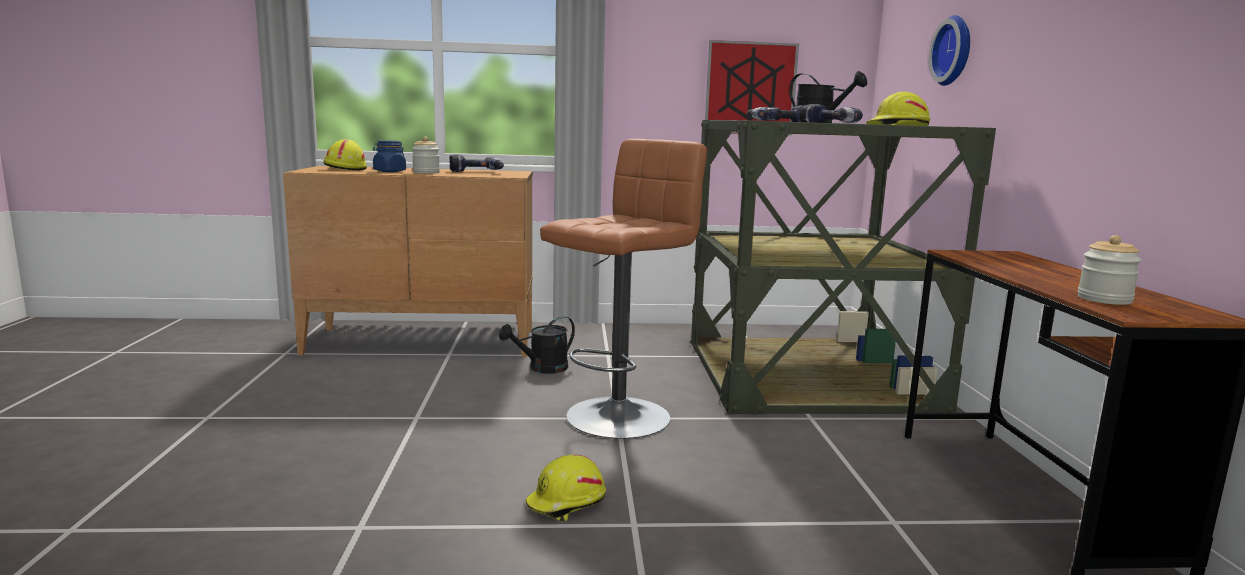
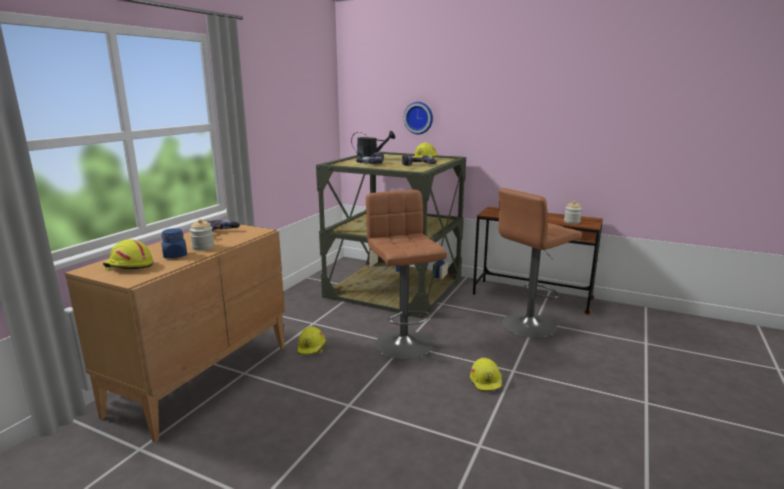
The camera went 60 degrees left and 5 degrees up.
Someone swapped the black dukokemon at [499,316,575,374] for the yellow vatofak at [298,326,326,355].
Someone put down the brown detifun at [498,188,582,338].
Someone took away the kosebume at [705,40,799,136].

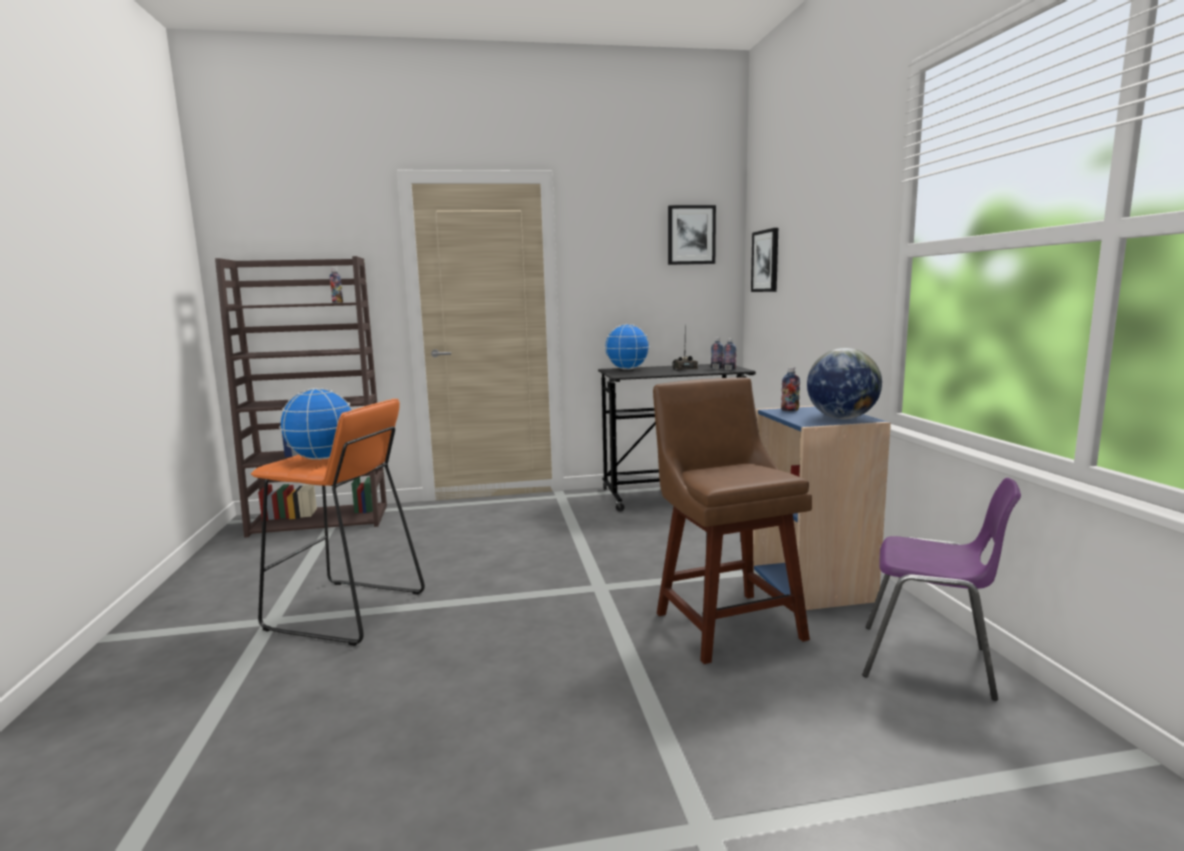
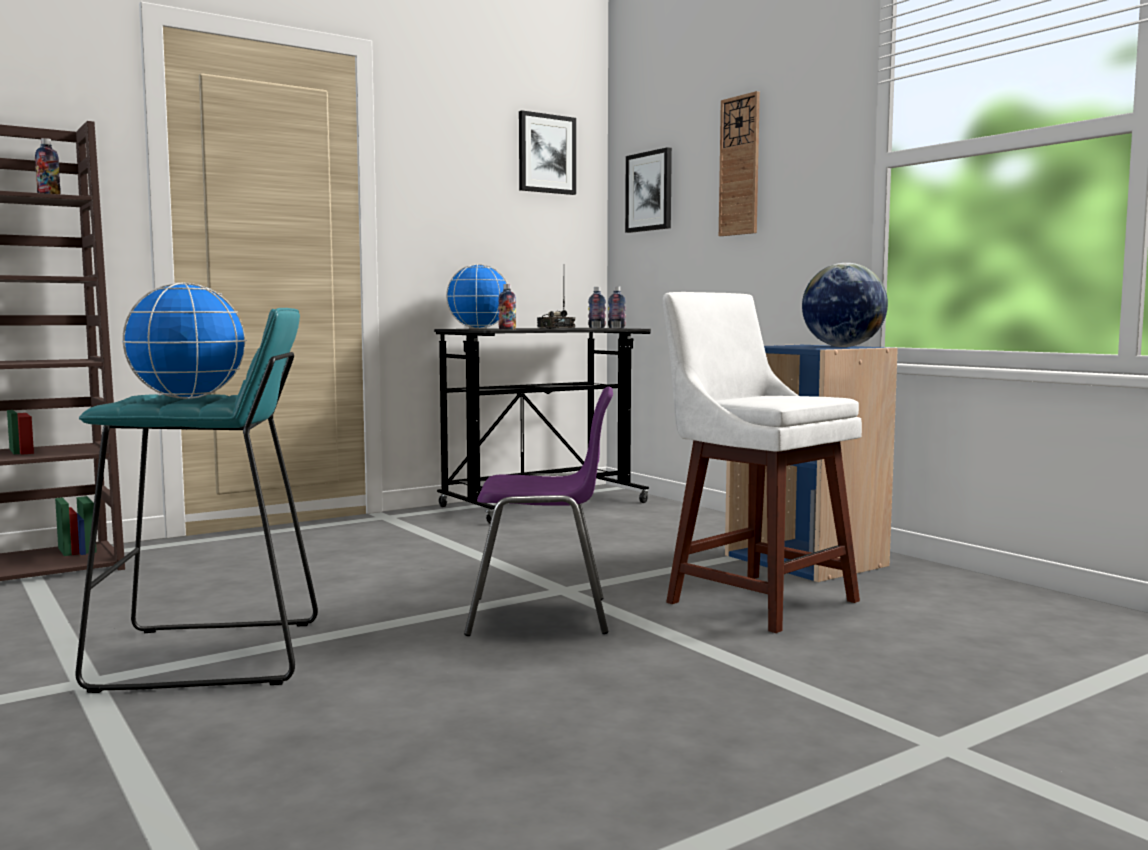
The camera went 25 degrees left and 5 degrees down.
Someone repainted the orange detifun at [251,399,425,646], which became the turquoise detifun at [75,308,318,693].
Someone carried the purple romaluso from [862,478,1021,701] to [464,386,613,636].
Someone carried the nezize from [781,367,800,411] to [498,284,516,330].
Someone repainted the brown romaluso at [653,378,812,664], which became the white romaluso at [663,292,862,633].
Someone put up the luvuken at [719,91,760,236].

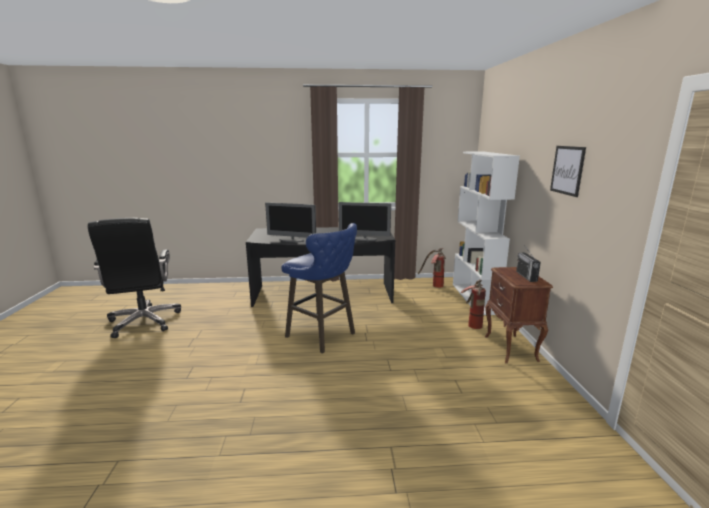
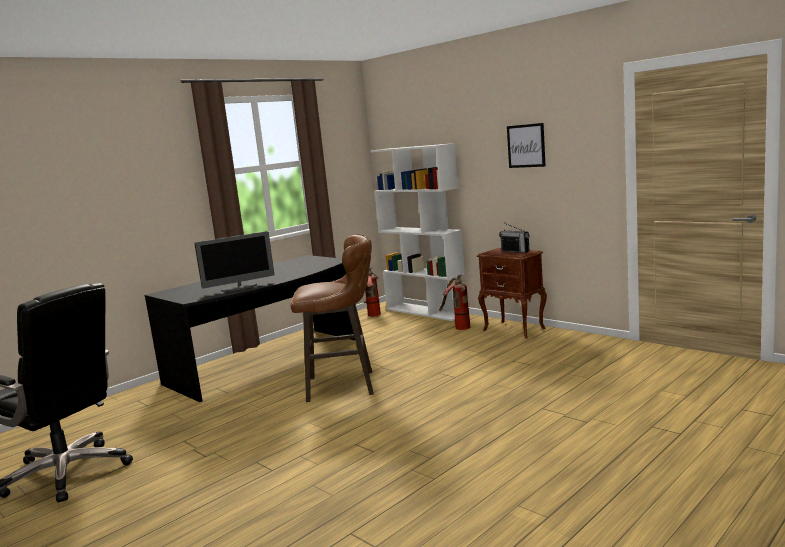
The camera went 40 degrees left and 5 degrees down.
Someone repainted the blue detifun at [281,223,357,354], which became the brown detifun at [291,234,374,402].
Someone took away the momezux at [339,202,391,241].

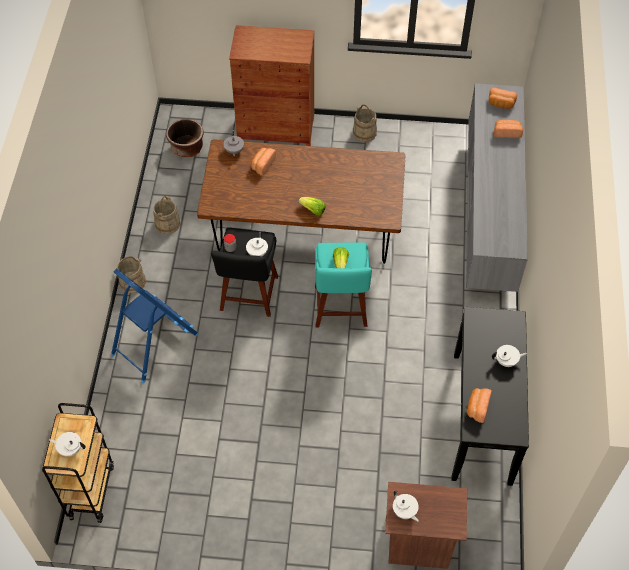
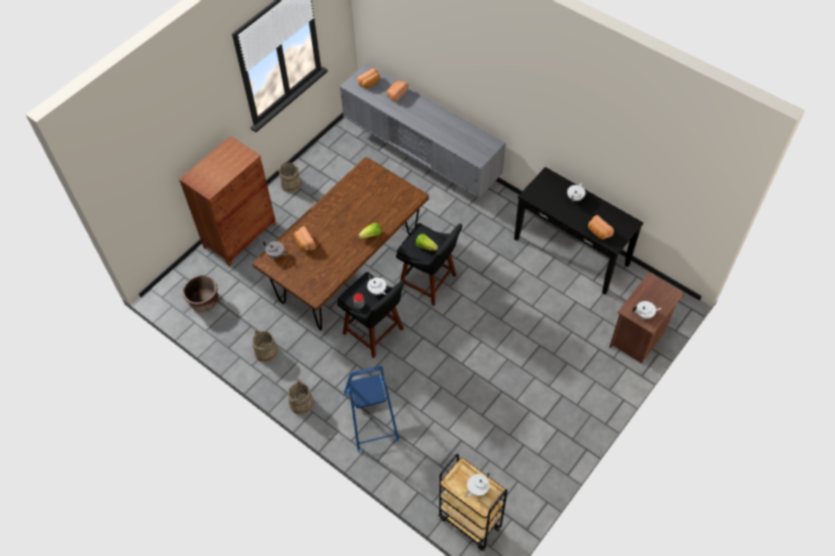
The camera went 55 degrees left and 0 degrees up.
Someone repainted the turquoise detifun at [315,242,372,327], which became the black detifun at [396,223,462,306].

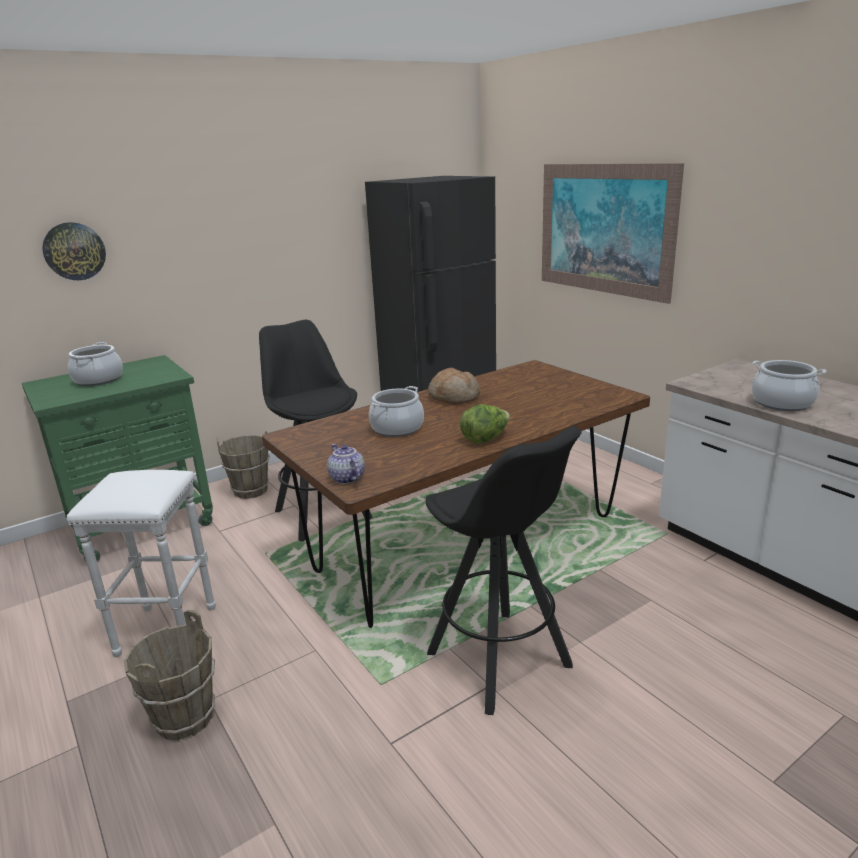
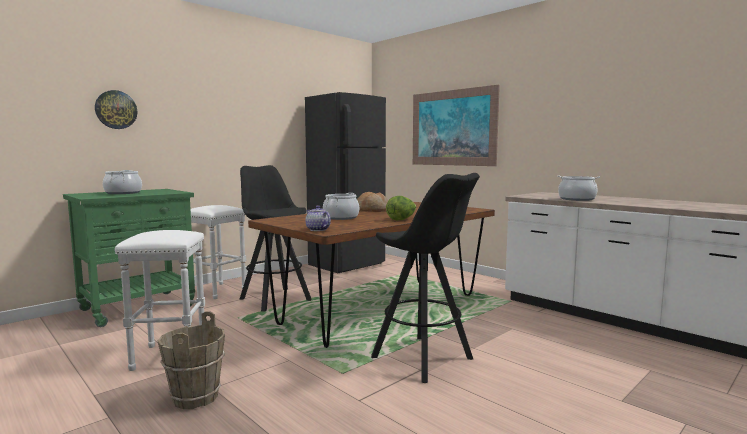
The camera went 10 degrees left and 15 degrees down.
Someone swapped the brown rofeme at [216,431,270,499] for the white detifun at [191,205,246,299].

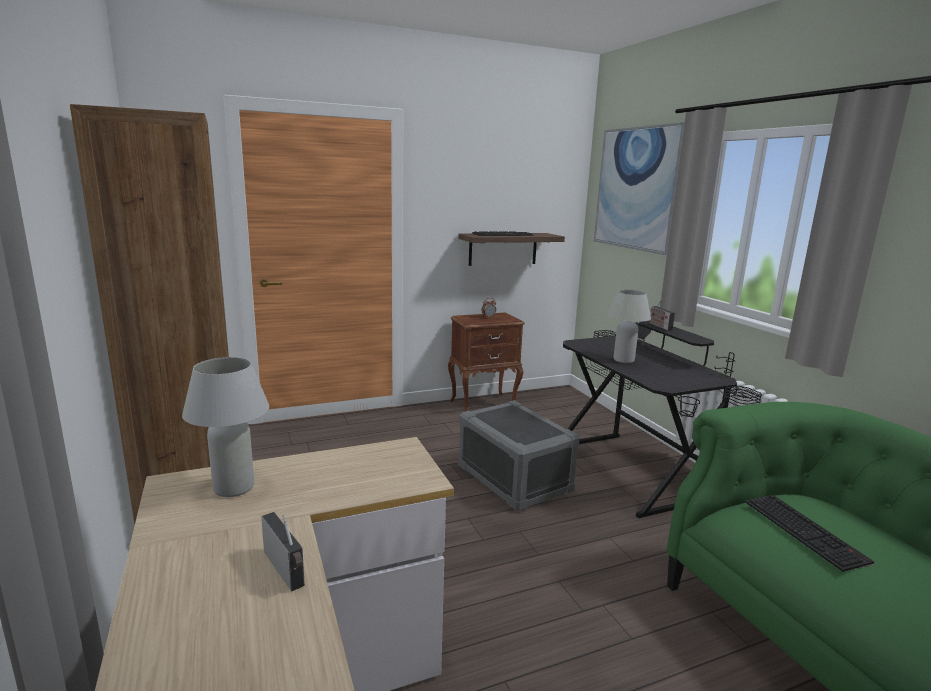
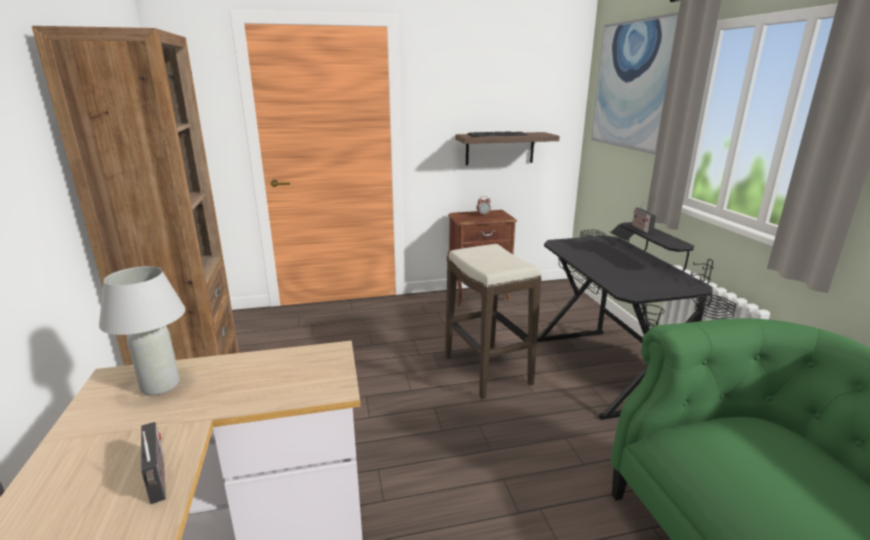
The camera went 10 degrees right and 5 degrees up.
Someone swapped the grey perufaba at [458,400,580,512] for the detifun at [445,244,541,399].
Someone took away the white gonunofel at [607,290,651,363].
Someone took away the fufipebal at [745,495,874,572].

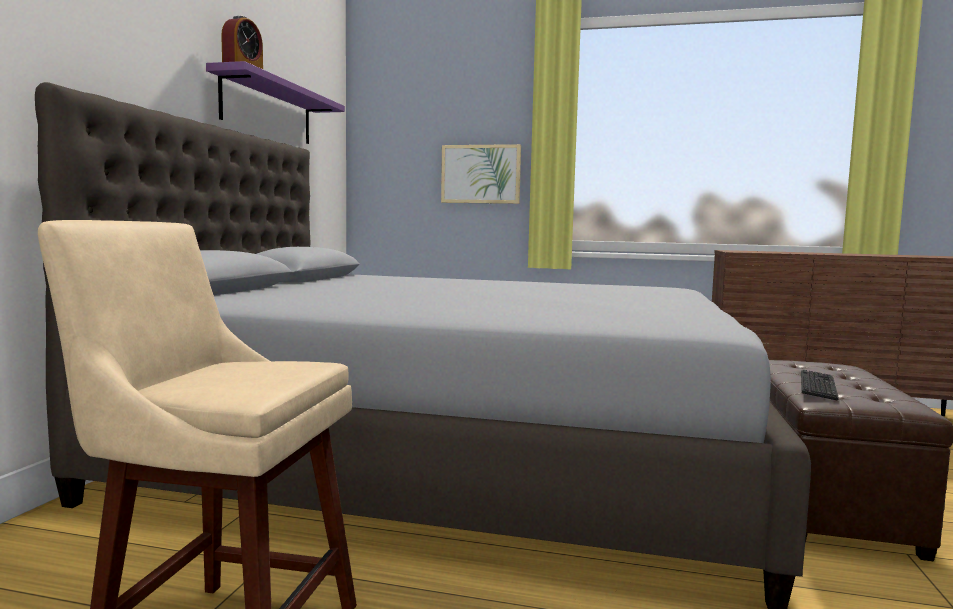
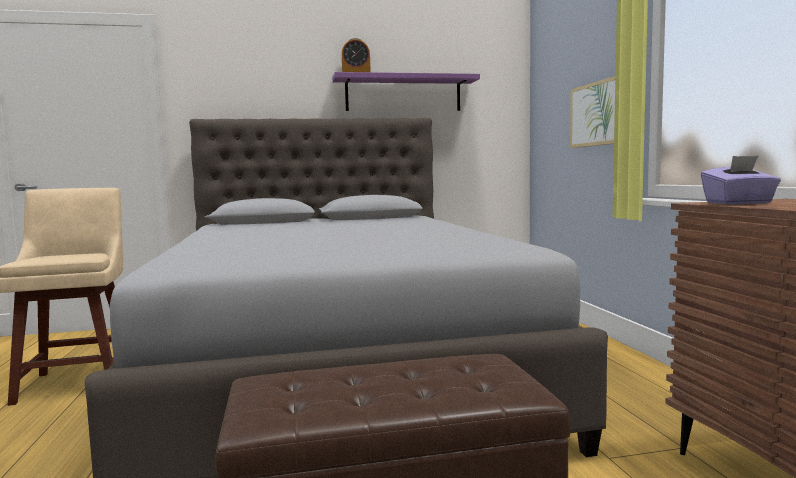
The camera went 65 degrees right and 0 degrees up.
Someone put down the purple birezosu at [701,155,781,205].
Someone took away the fufipebal at [801,370,839,400].

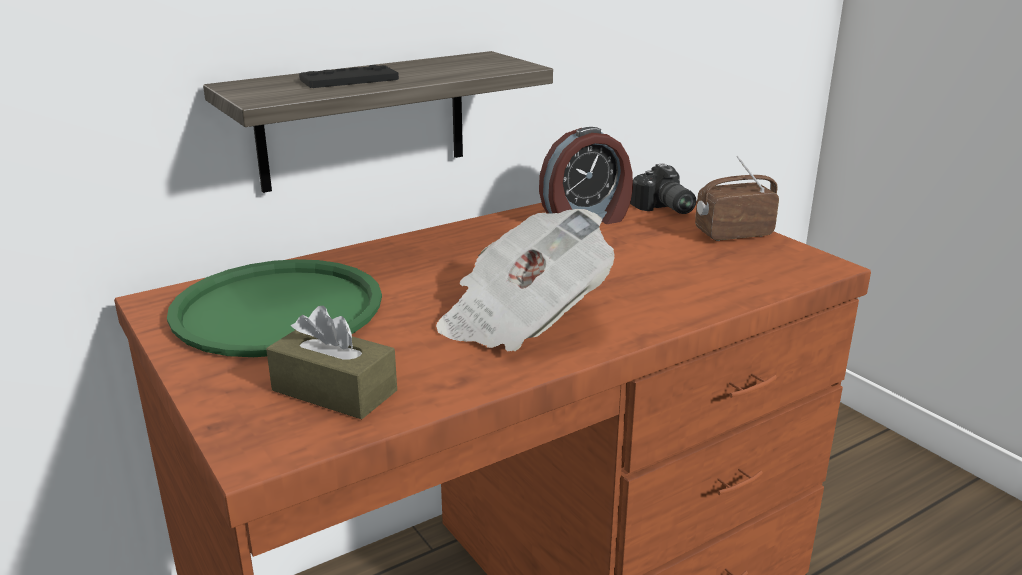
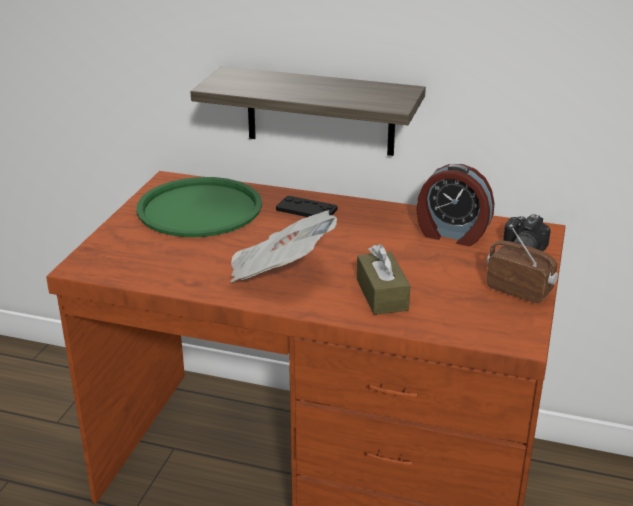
The camera went 50 degrees right and 5 degrees up.
Someone carried the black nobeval from [299,65,399,88] to [276,196,338,217].
Someone carried the brown birezosu from [266,306,397,419] to [357,244,410,315].

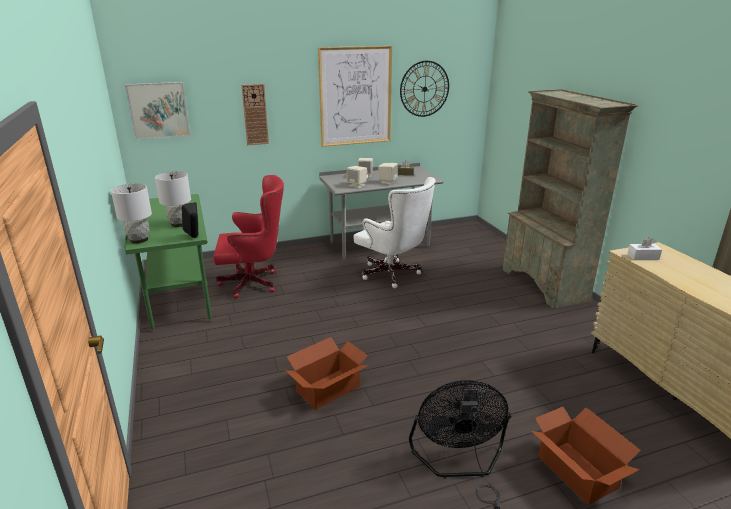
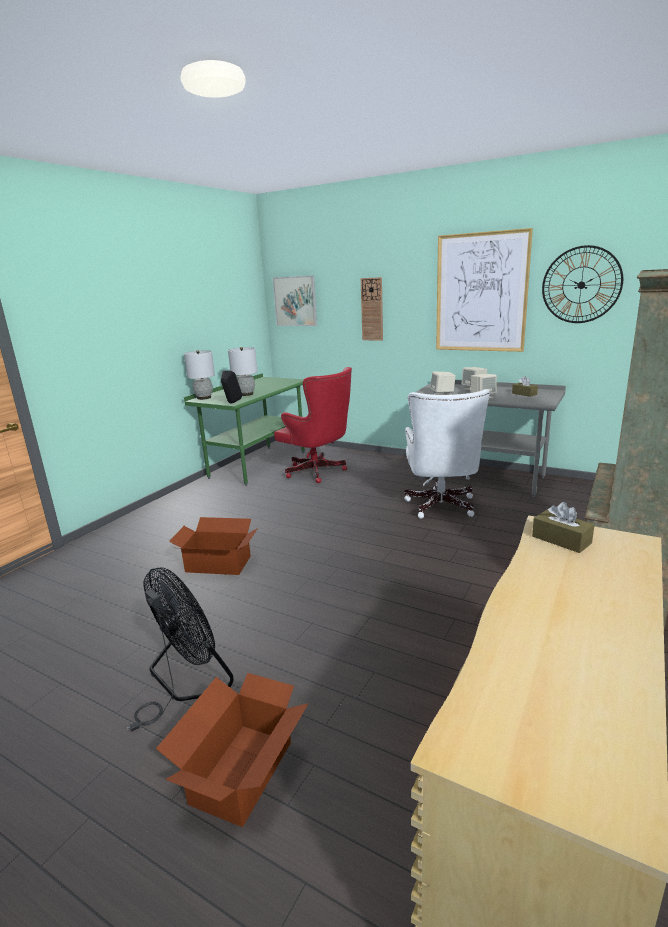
The camera went 50 degrees right and 5 degrees down.
Someone repainted the white birezosu at [627,237,662,260], which became the brown birezosu at [532,502,594,553].

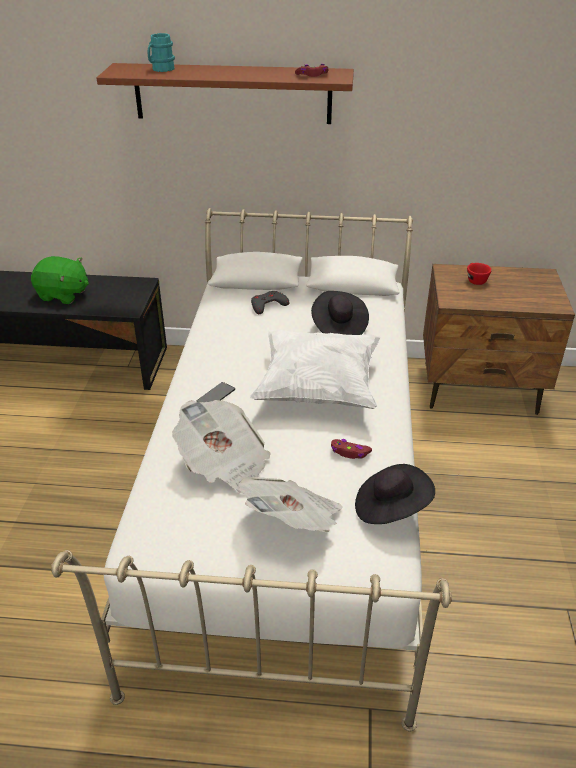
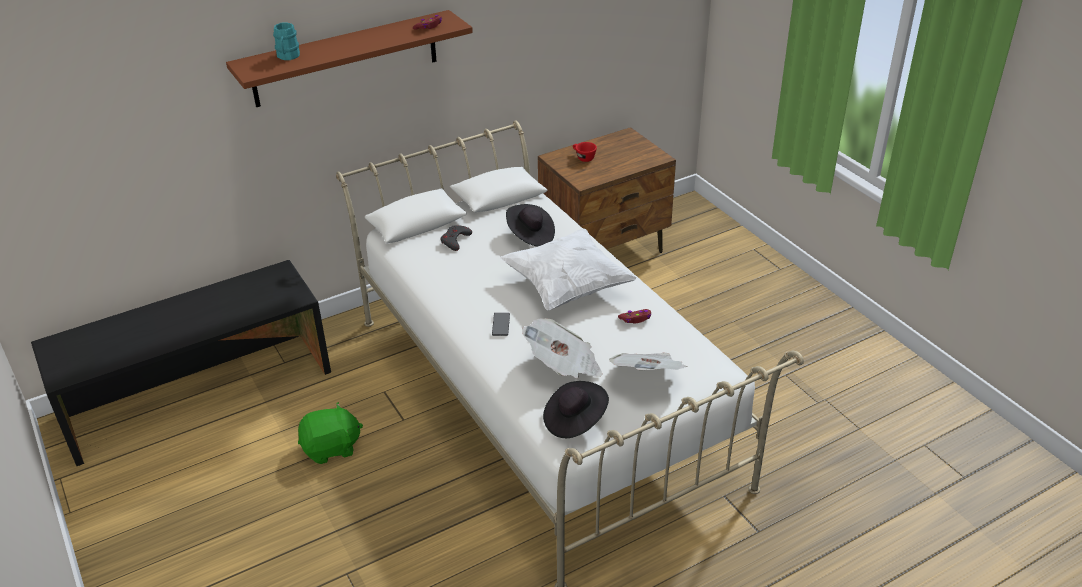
The camera went 35 degrees left and 0 degrees up.
Someone carried the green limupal from [31,256,89,304] to [298,402,363,464].
Someone carried the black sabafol from [355,464,435,524] to [543,381,609,438].

